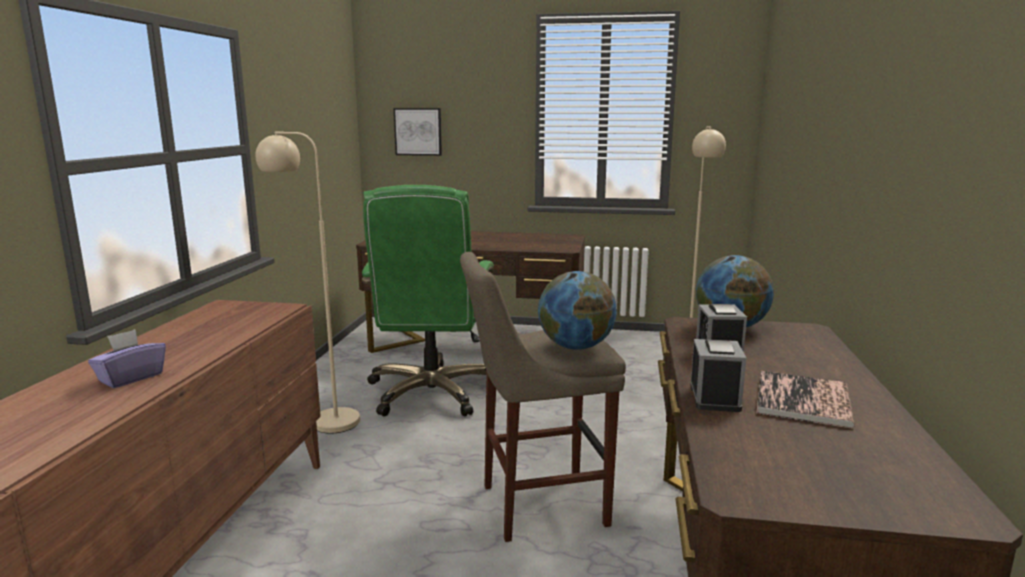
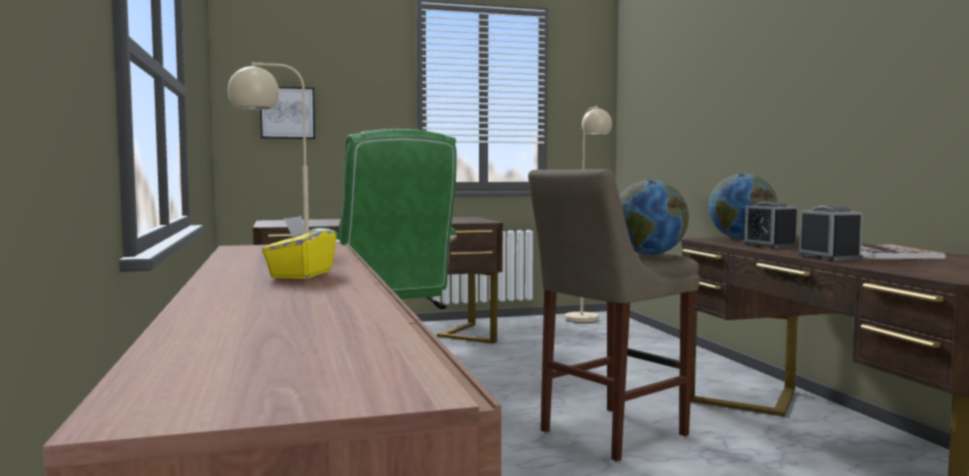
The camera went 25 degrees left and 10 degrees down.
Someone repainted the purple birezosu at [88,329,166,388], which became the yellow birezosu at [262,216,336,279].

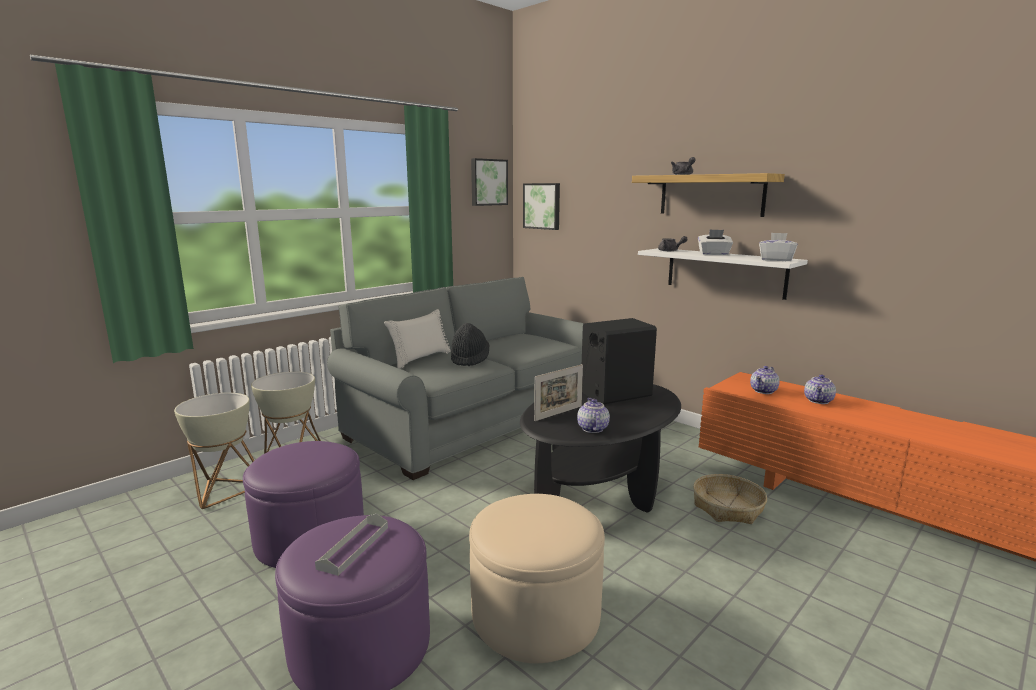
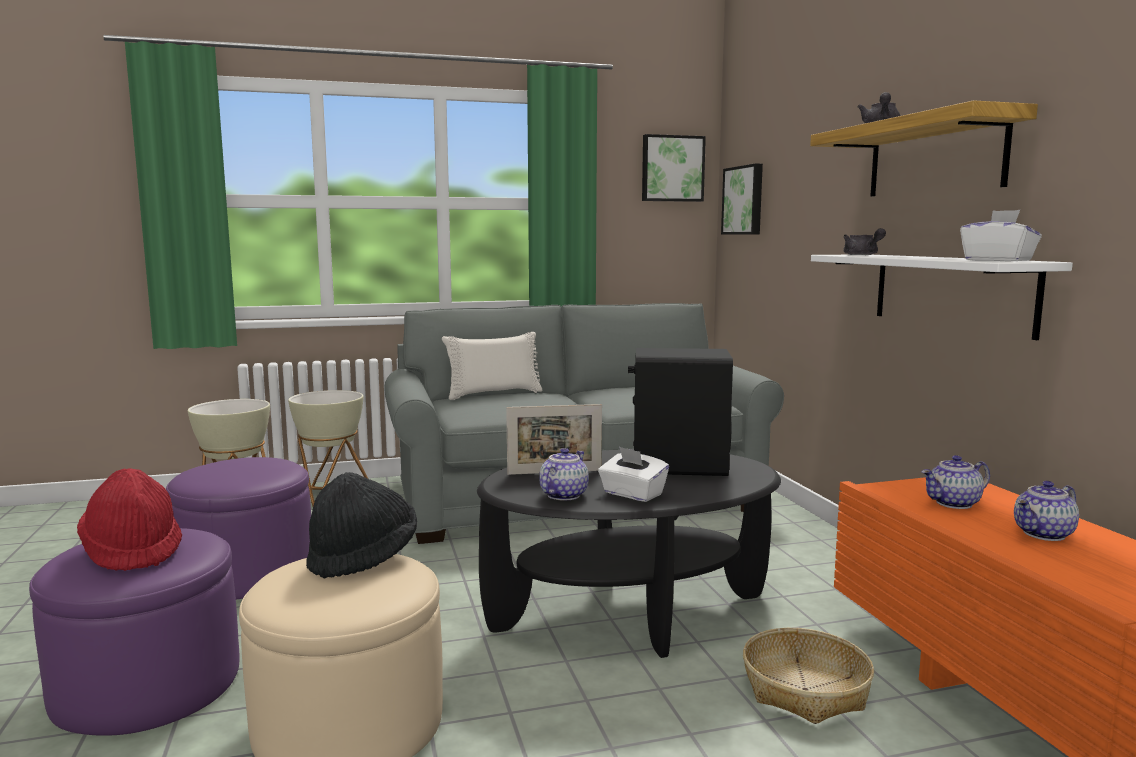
The camera went 30 degrees right and 5 degrees down.
Someone swapped the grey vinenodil at [315,514,388,576] for the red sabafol at [77,468,182,571].
Someone carried the black sabafol from [451,323,490,367] to [306,472,417,579].
Someone carried the white birezosu from [698,229,733,255] to [598,446,669,502].

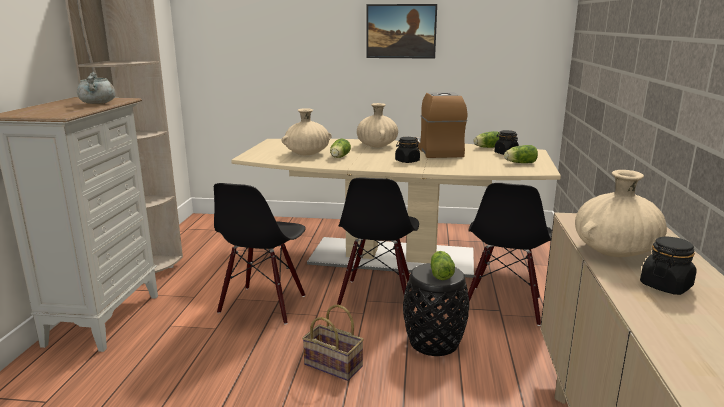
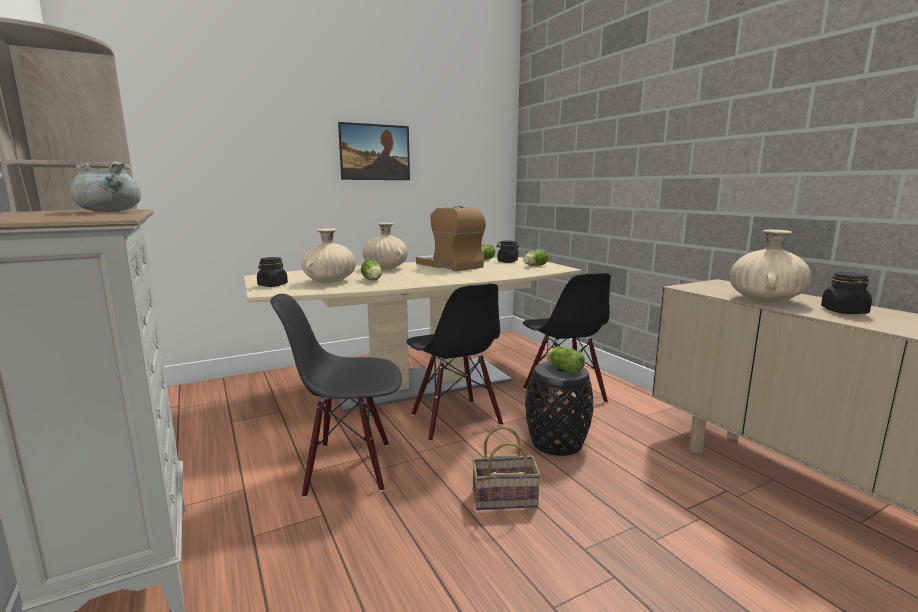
The camera went 35 degrees left and 5 degrees down.
Someone carried the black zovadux from [395,137,420,163] to [257,257,288,287].
Someone rotated the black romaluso at [214,183,306,325] by 105 degrees clockwise.

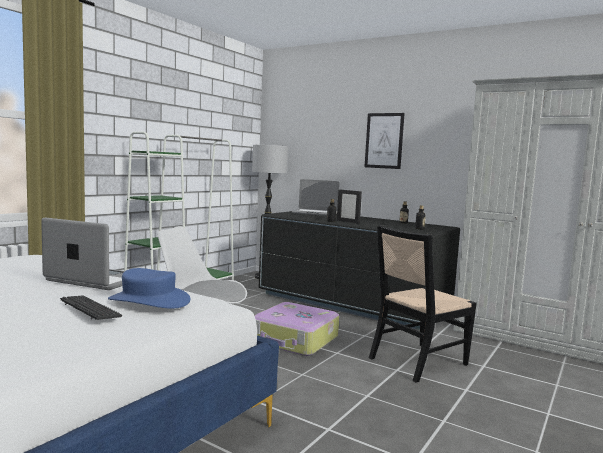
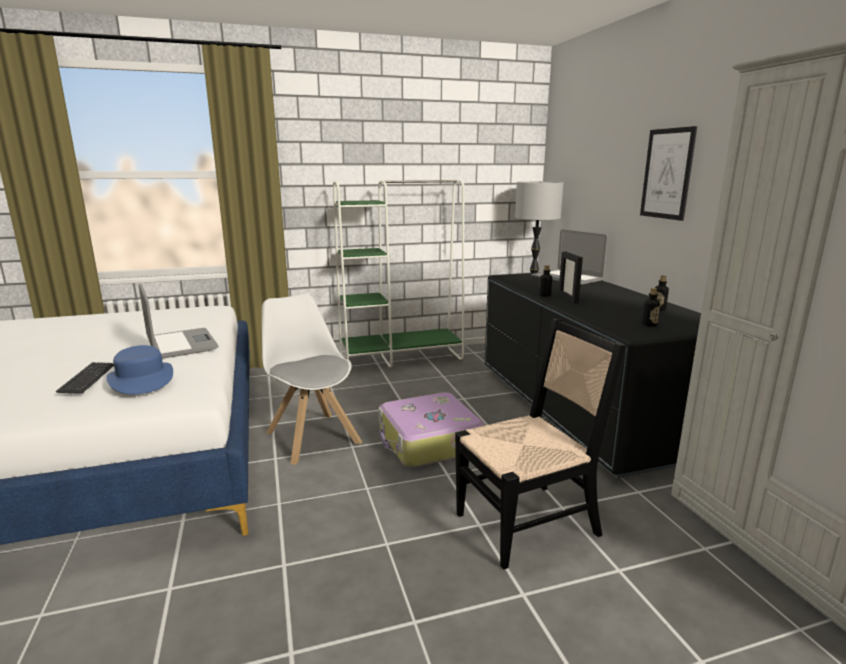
The camera went 40 degrees right and 10 degrees up.
Someone rotated the romaluso at [369,225,477,383] by 150 degrees clockwise.

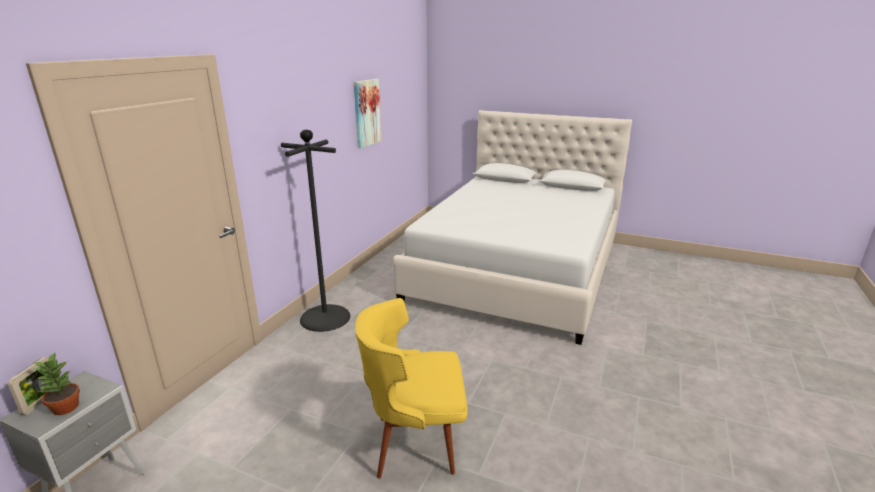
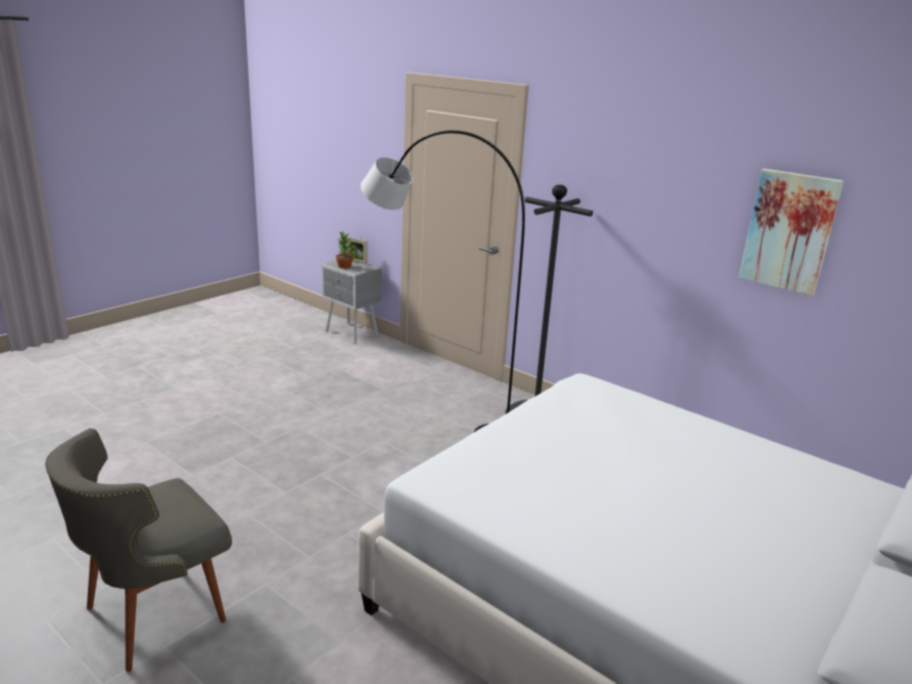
The camera went 105 degrees right and 0 degrees up.
Someone put down the grey romaluso at [45,428,232,672].
Someone put down the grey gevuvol at [361,130,525,432].
Someone took away the yellow romaluso at [355,298,468,478].

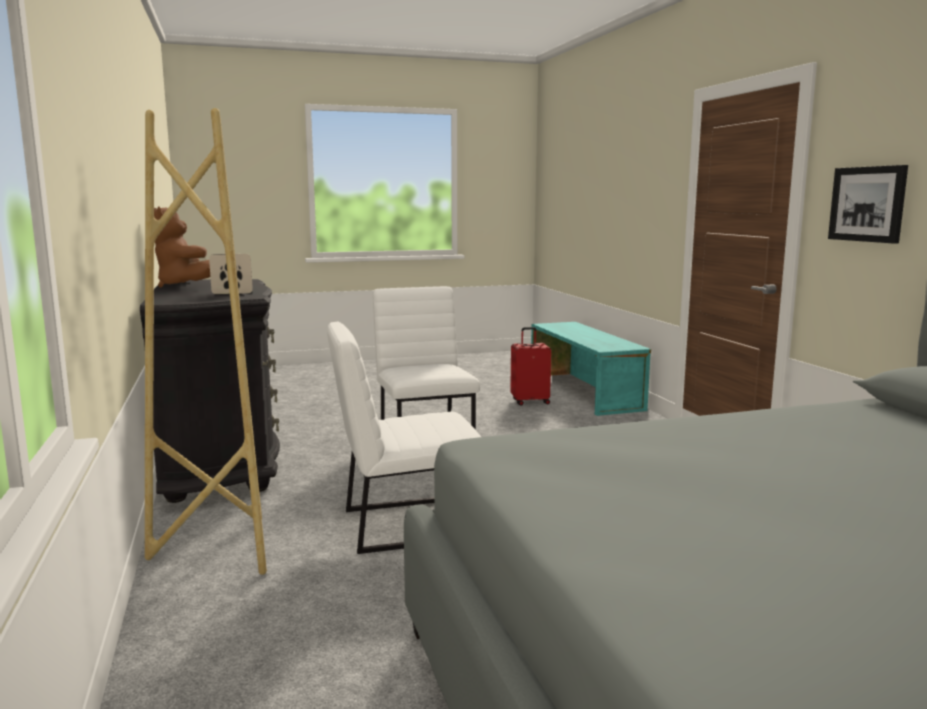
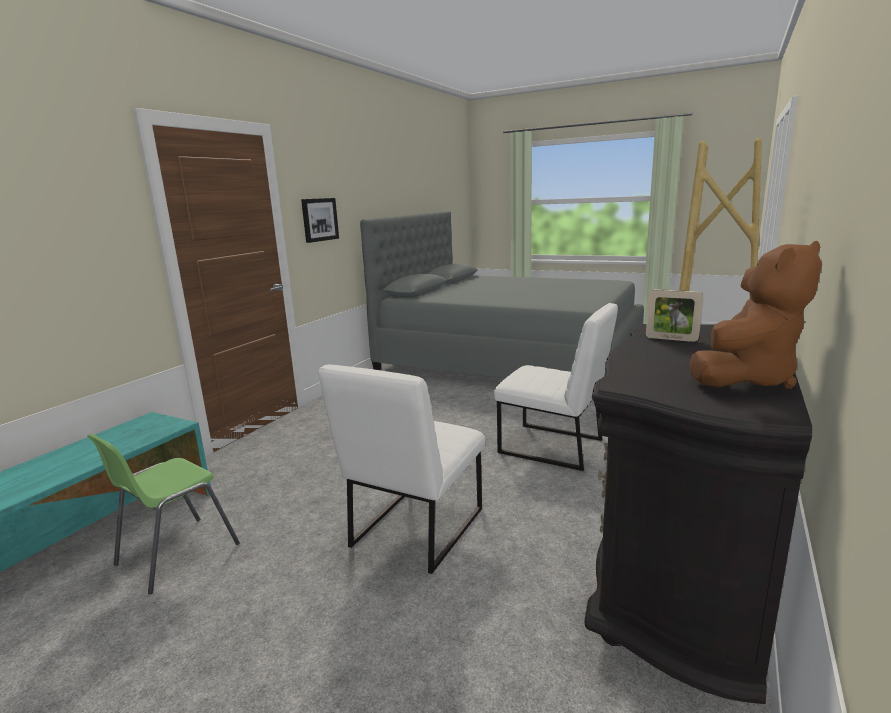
The camera went 135 degrees left and 5 degrees up.
Someone swapped the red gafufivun at [510,327,551,405] for the green romaluso at [87,433,240,594].
Someone rotated the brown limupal at [154,206,210,288] by 45 degrees clockwise.

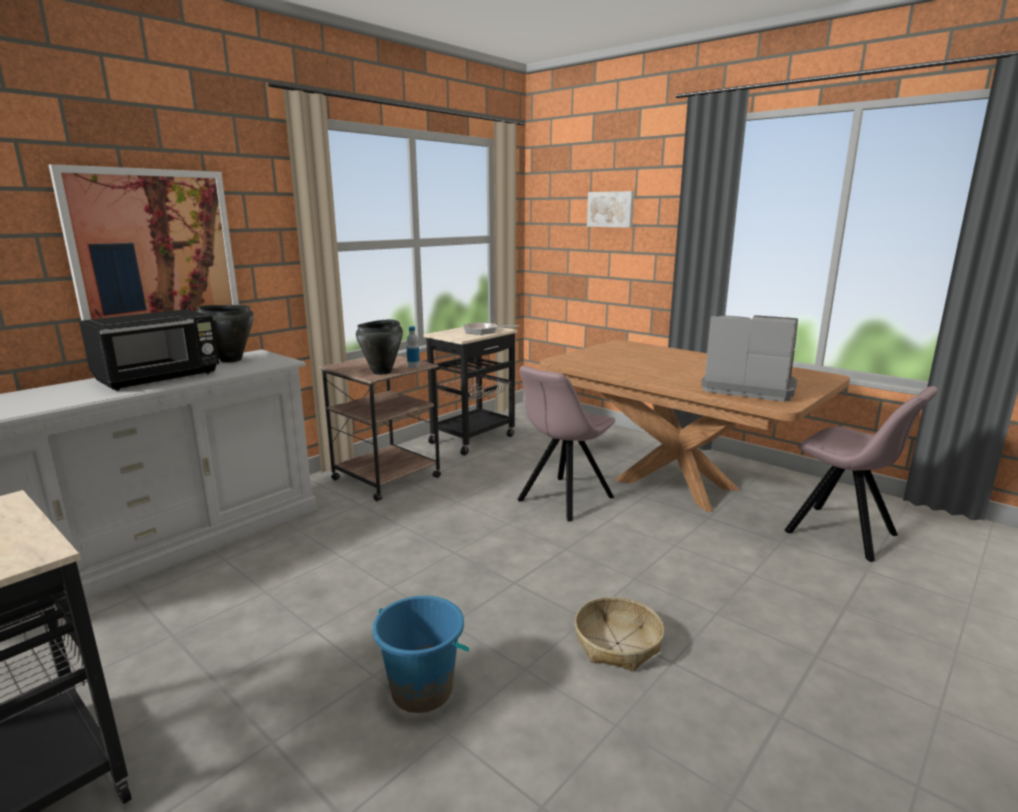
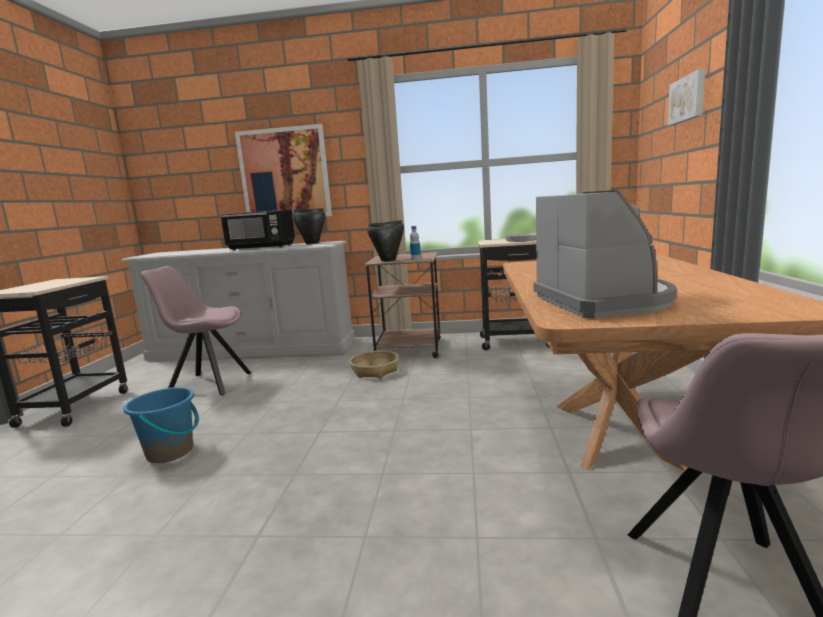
The camera went 55 degrees right and 5 degrees down.
Someone carried the pink romaluso from [518,366,615,521] to [141,266,251,395].
Someone carried the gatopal from [575,597,664,672] to [350,351,399,378].

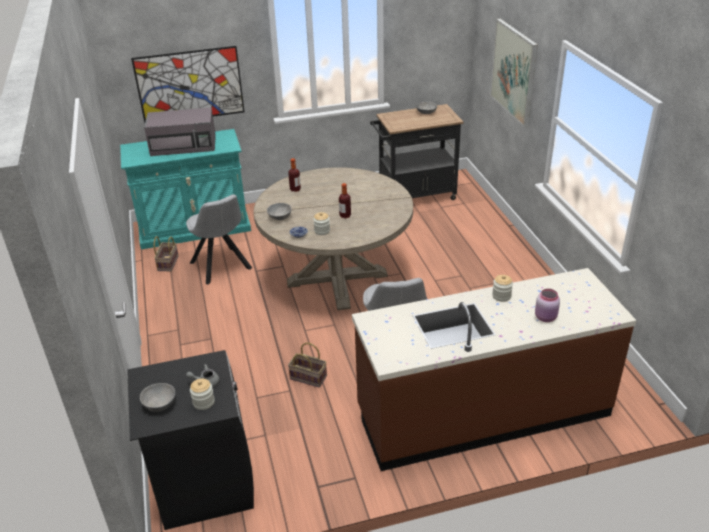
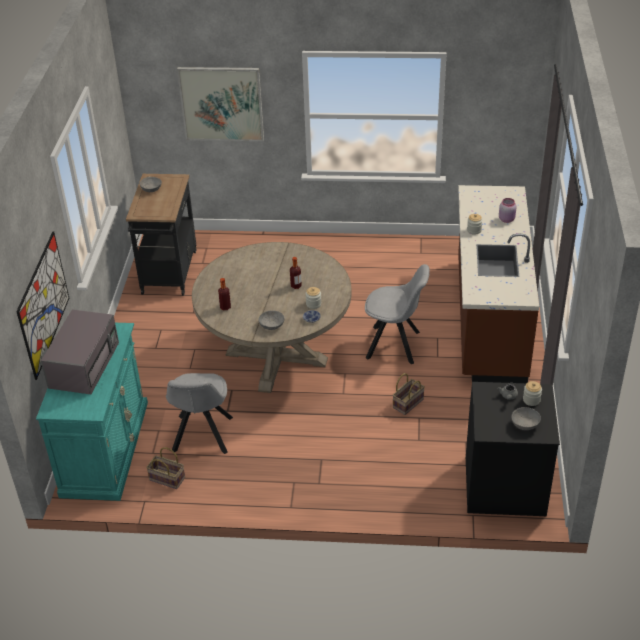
The camera went 70 degrees left and 5 degrees up.
Someone rotated the grey romaluso at [186,194,252,285] by 105 degrees clockwise.

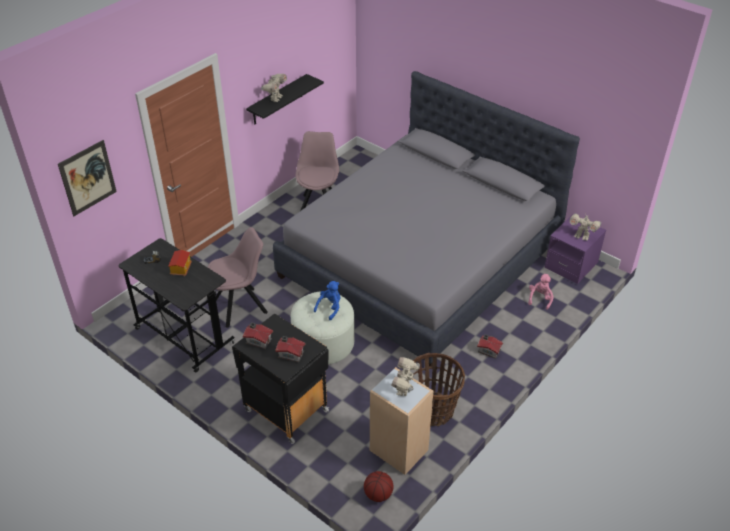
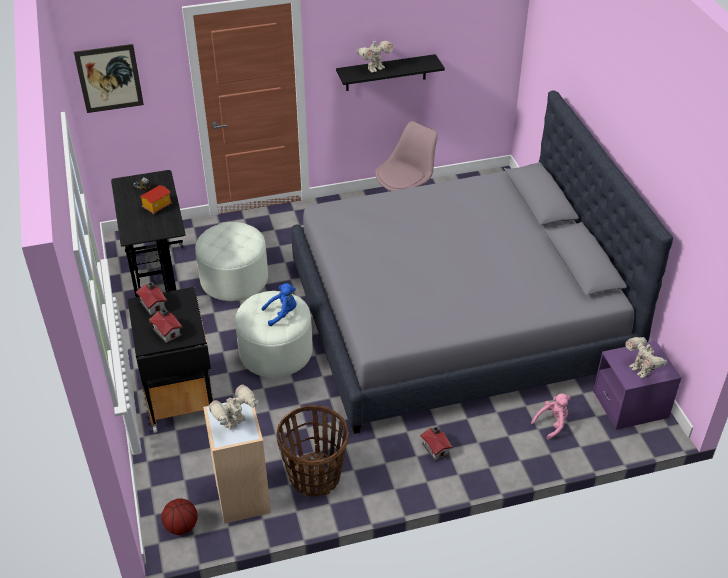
The camera went 35 degrees right and 0 degrees up.
Someone swapped the pink romaluso at [208,227,268,328] for the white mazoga at [195,222,268,301].

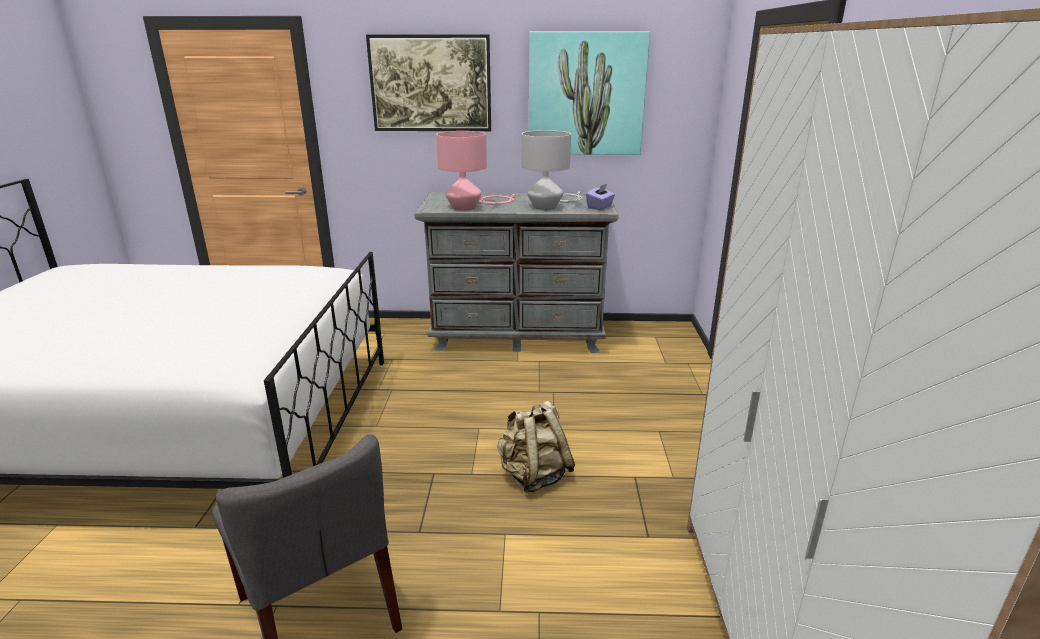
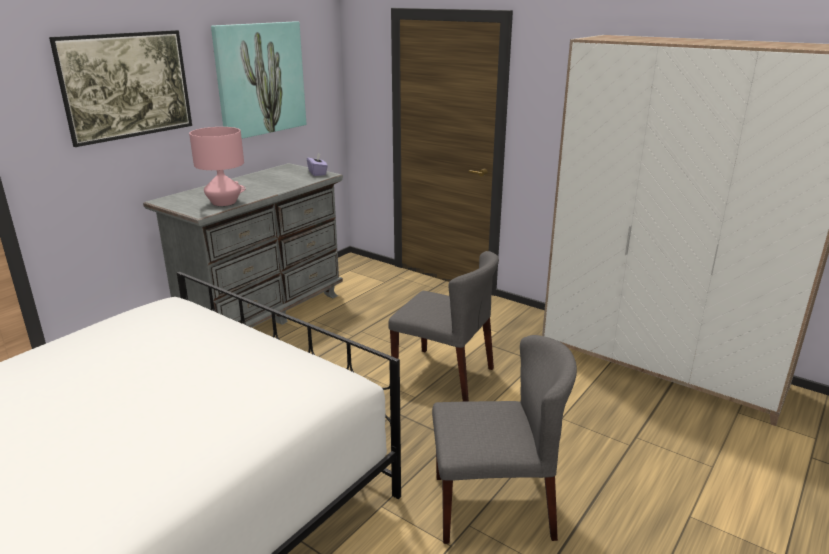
The camera went 55 degrees left and 0 degrees up.
Someone swapped the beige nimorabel at [497,401,575,492] for the grey romaluso at [388,251,499,402].
Someone took away the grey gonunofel at [522,130,583,209].

